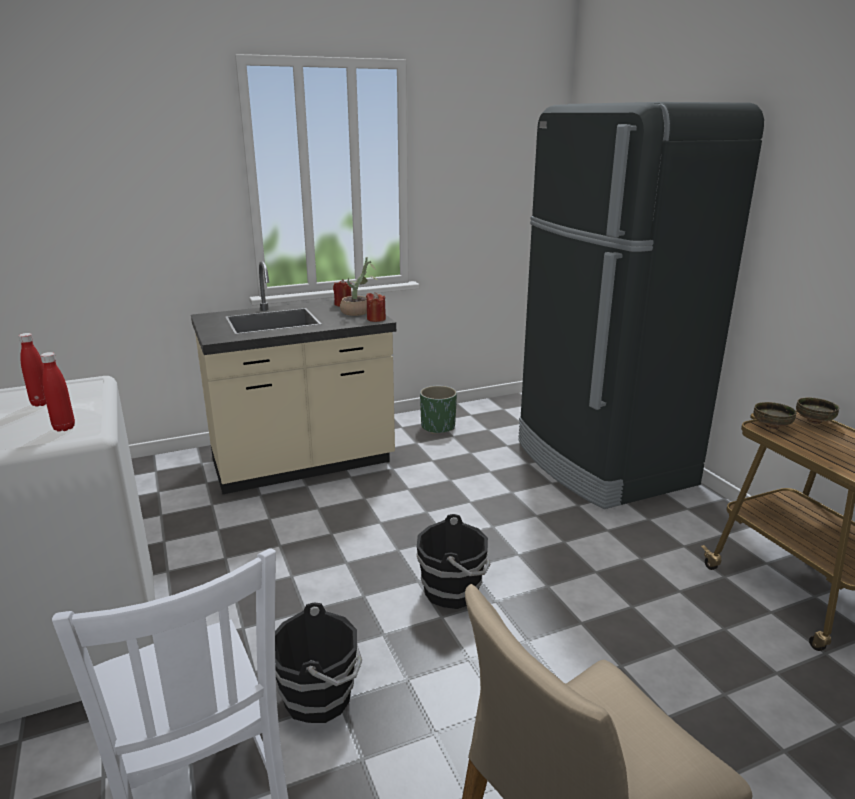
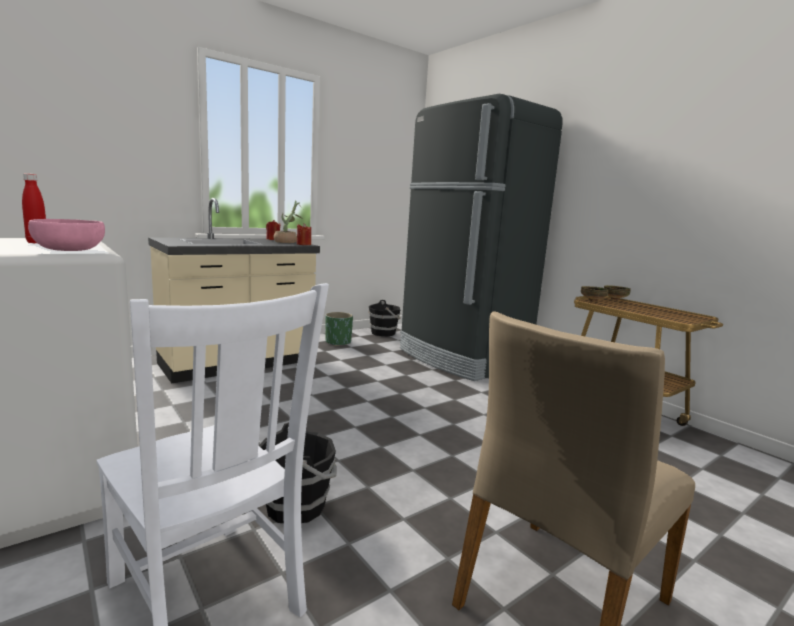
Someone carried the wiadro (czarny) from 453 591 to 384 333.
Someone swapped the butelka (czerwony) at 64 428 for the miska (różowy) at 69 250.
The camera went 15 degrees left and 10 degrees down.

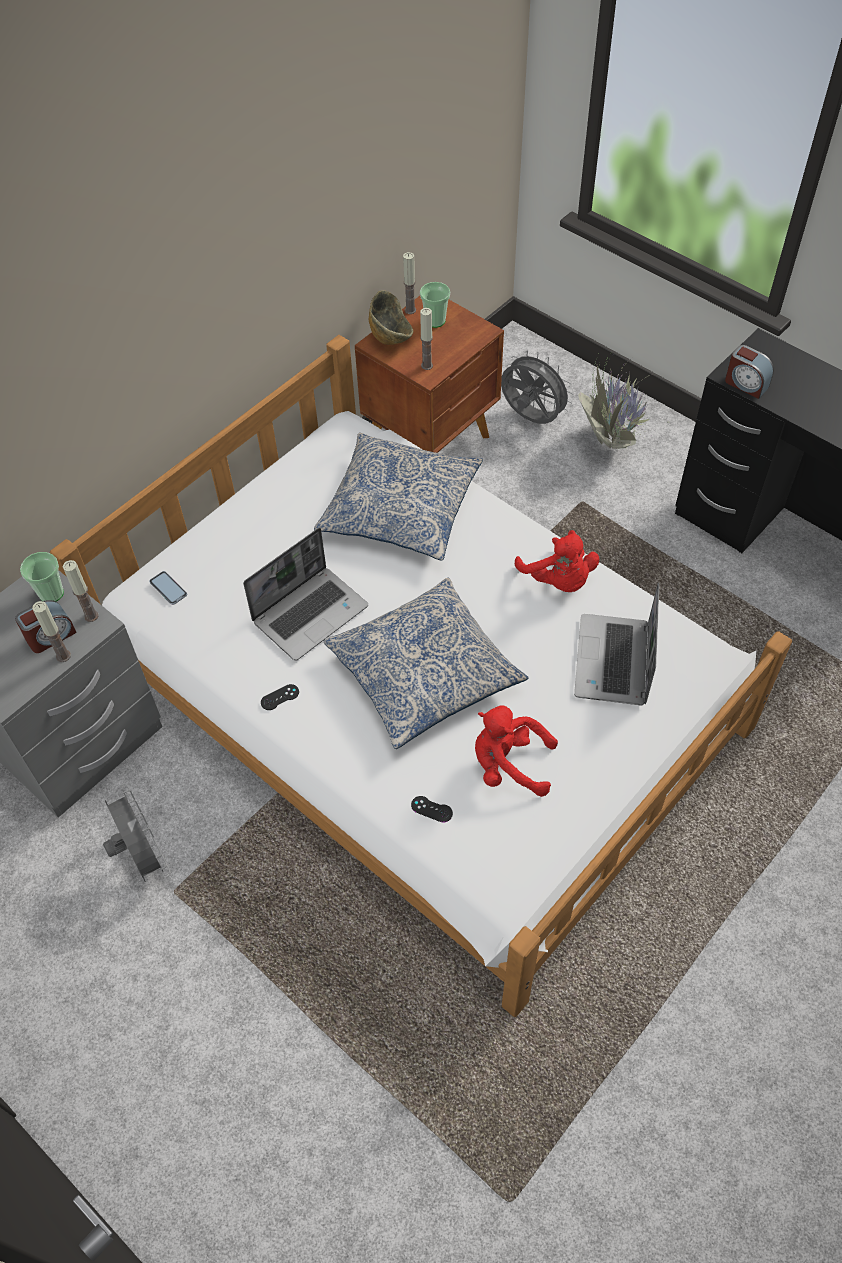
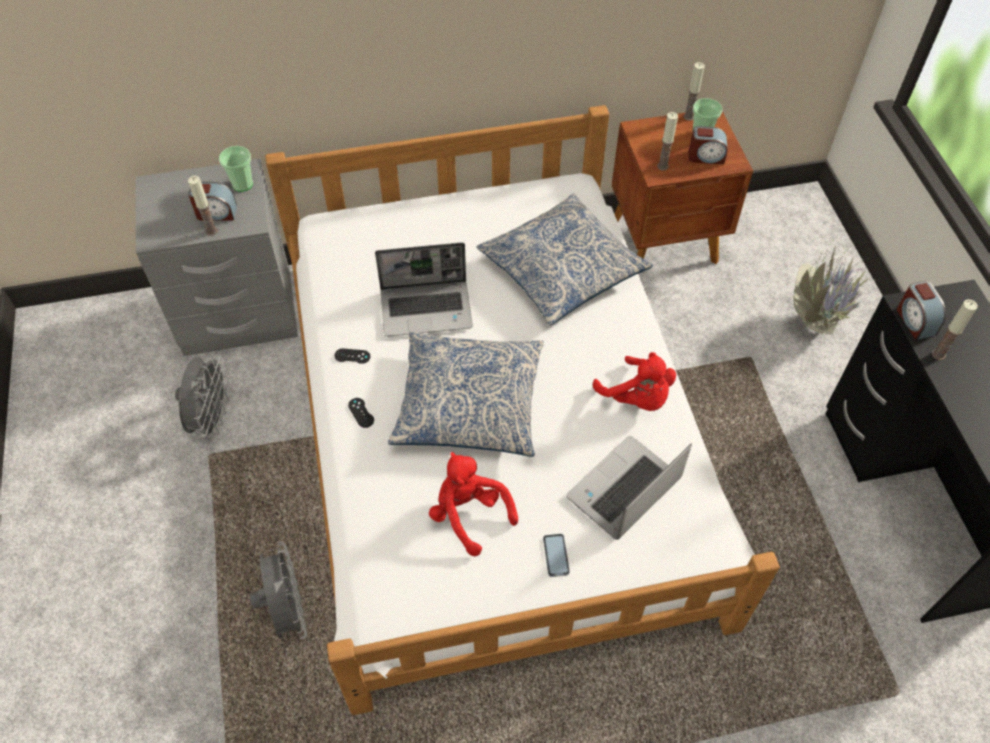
Someone took away the miska at 390 336.
Someone put down the budzik at 706 157.
Someone carried the świeca from 91 616 to 938 354.
Someone carried the telefon from 168 588 to 556 555.
Someone carried the pad do gier (czarny) from 431 809 to 361 413.
Someone carried the wentylator (szary) from 531 418 to 288 611.
Someone rotated the pluszak (czerwony) at 558 580 by 45 degrees counterclockwise.
The camera went 35 degrees right and 0 degrees up.

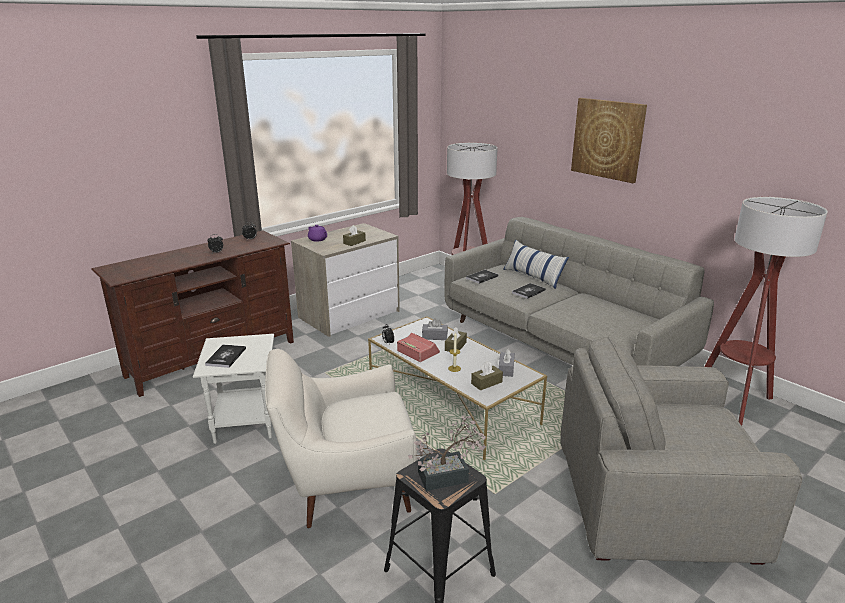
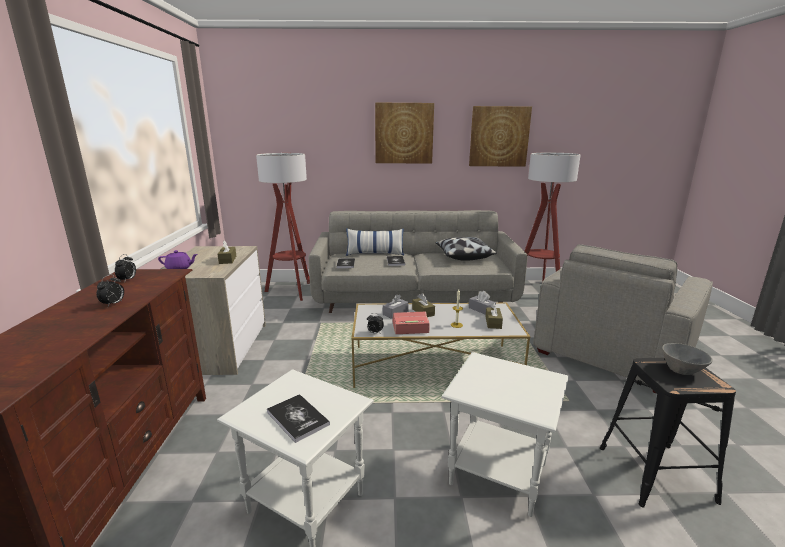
Someone put down the poduszka at 463 256.
Someone put up the obraz at 499 136.
Someone swapped the fotel (biały) at 346 484 for the stolik (biały) at 496 474.
Someone swapped the roślina doniczkowa at 449 476 for the miska (szary) at 683 371.
The camera went 50 degrees left and 5 degrees down.

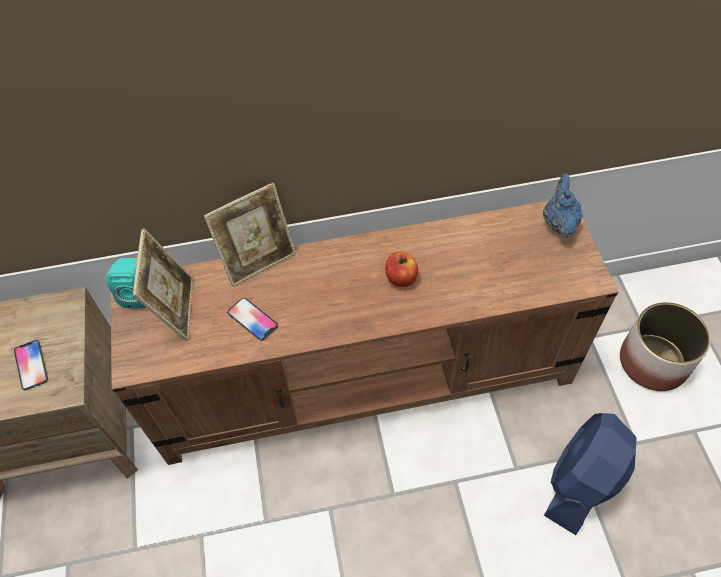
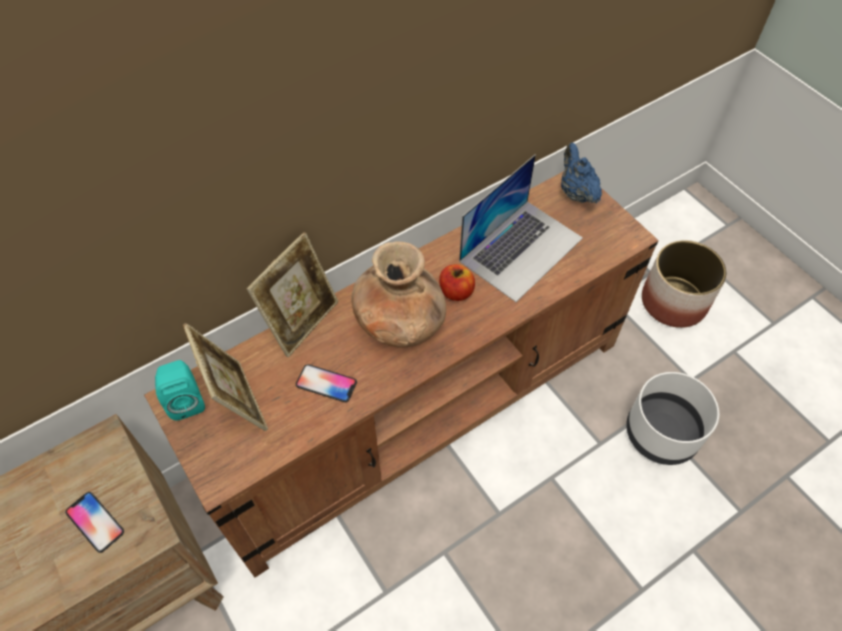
Someone put down the wazon (brązowy) at 400 325.
Someone put down the laptop at 521 249.
Someone swapped the wentylator (niebieski) at 581 482 for the donica (biały) at 662 434.
The camera went 25 degrees left and 0 degrees up.

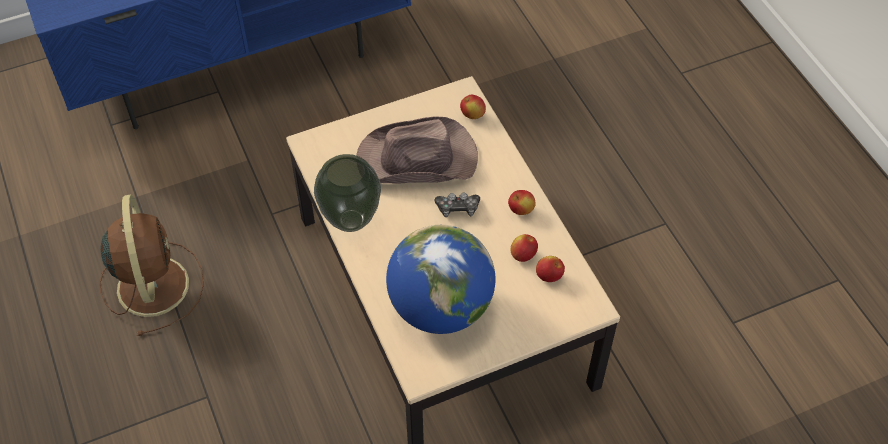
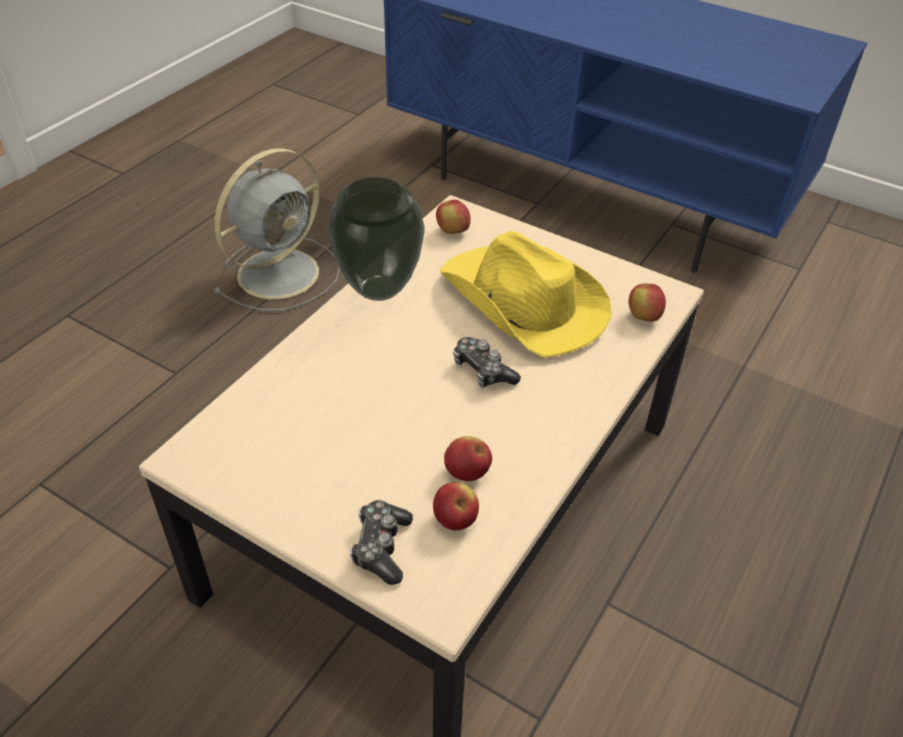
Someone took away the globus at 441 307.
Someone put down the pad do gier at 381 547.
Someone carried the jabłko from 521 210 to 452 231.
Someone repainted the wentylator (brązowy) at 152 283, which became the wentylator (szary) at 281 272.
Someone repainted the kapelusz (brązowy) at 418 159, which became the kapelusz (żółty) at 523 302.
The camera went 55 degrees right and 10 degrees down.

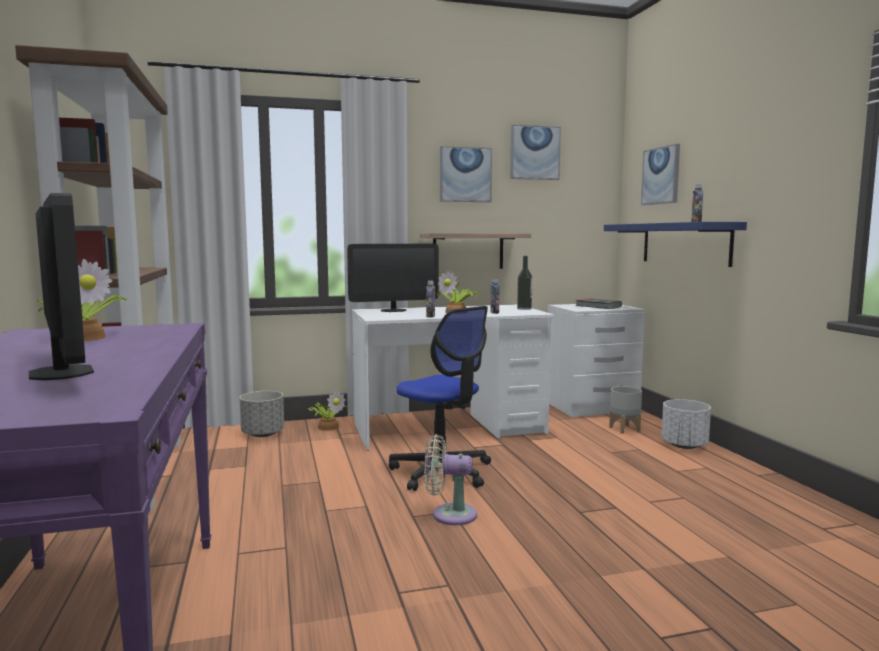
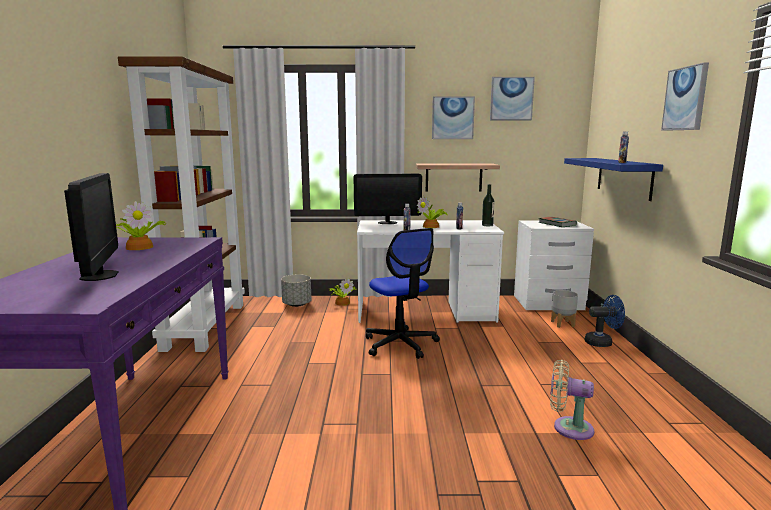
Someone carried the wentylator (beżowy) from 449 515 to 568 428.
Someone carried the obraz from 661 175 to 685 98.
Someone swapped the donica (biały) at 684 445 for the wentylator (niebieski) at 602 342.
The camera went 15 degrees right and 5 degrees up.

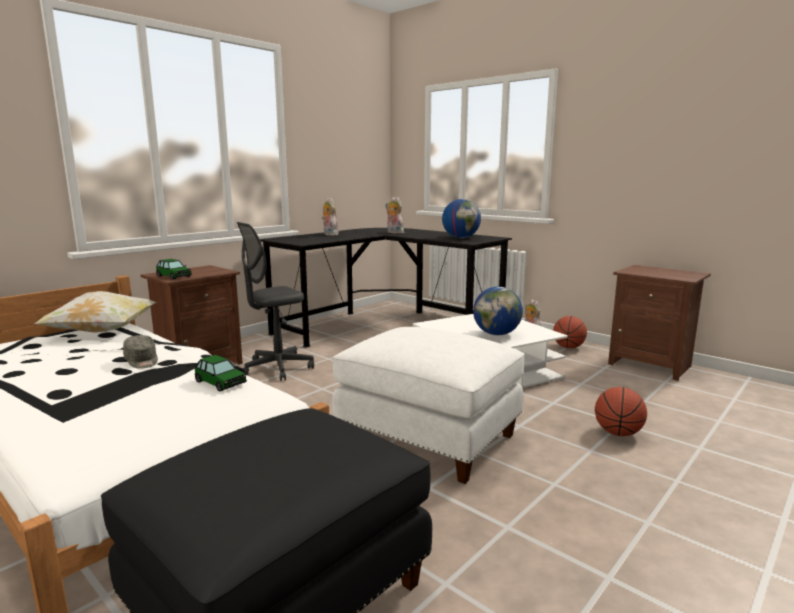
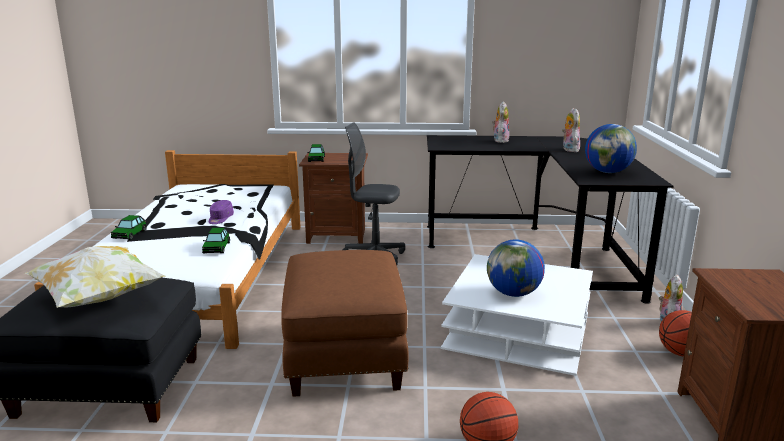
Someone put down the samochodzik at 129 234.
Someone carried the poduszka from 102 332 to 99 298.
Someone repainted the czapka z daszkiem (szary) at 142 361, which became the czapka z daszkiem (fioletowy) at 220 219.
Someone repainted the pufa (biały) at 429 437, which became the pufa (brązowy) at 346 356.
The camera went 50 degrees right and 5 degrees up.

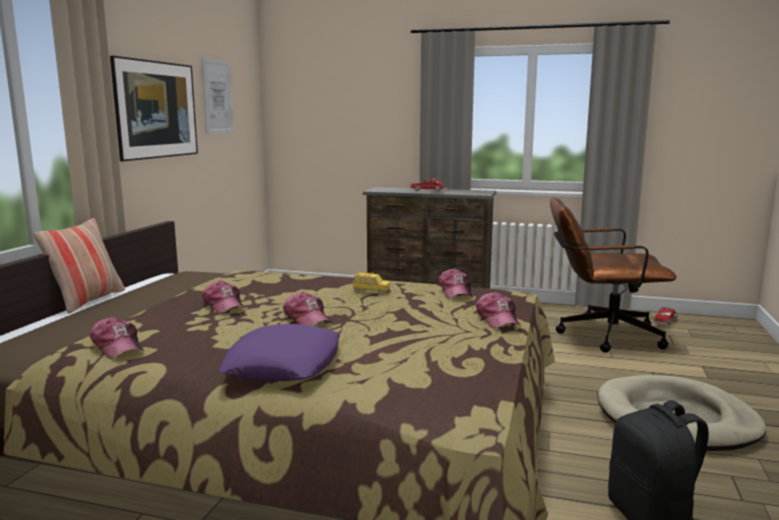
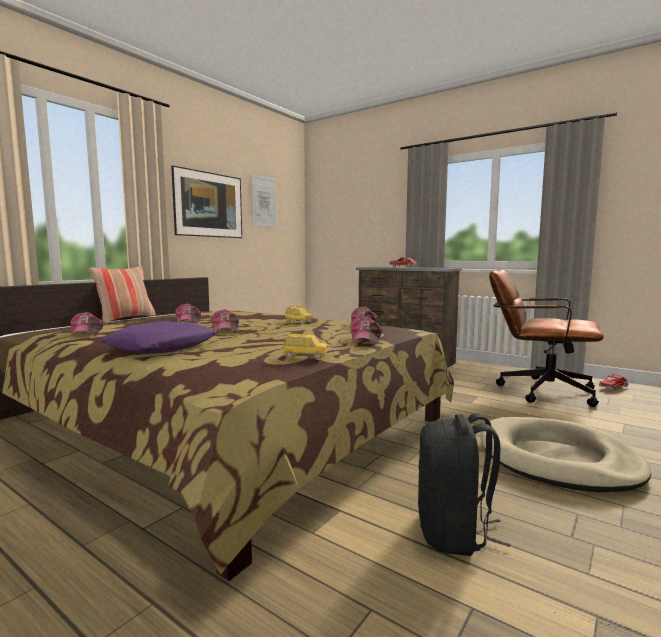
Someone put down the samochodzik (żółty) at 305 357.
The camera went 20 degrees right and 5 degrees down.

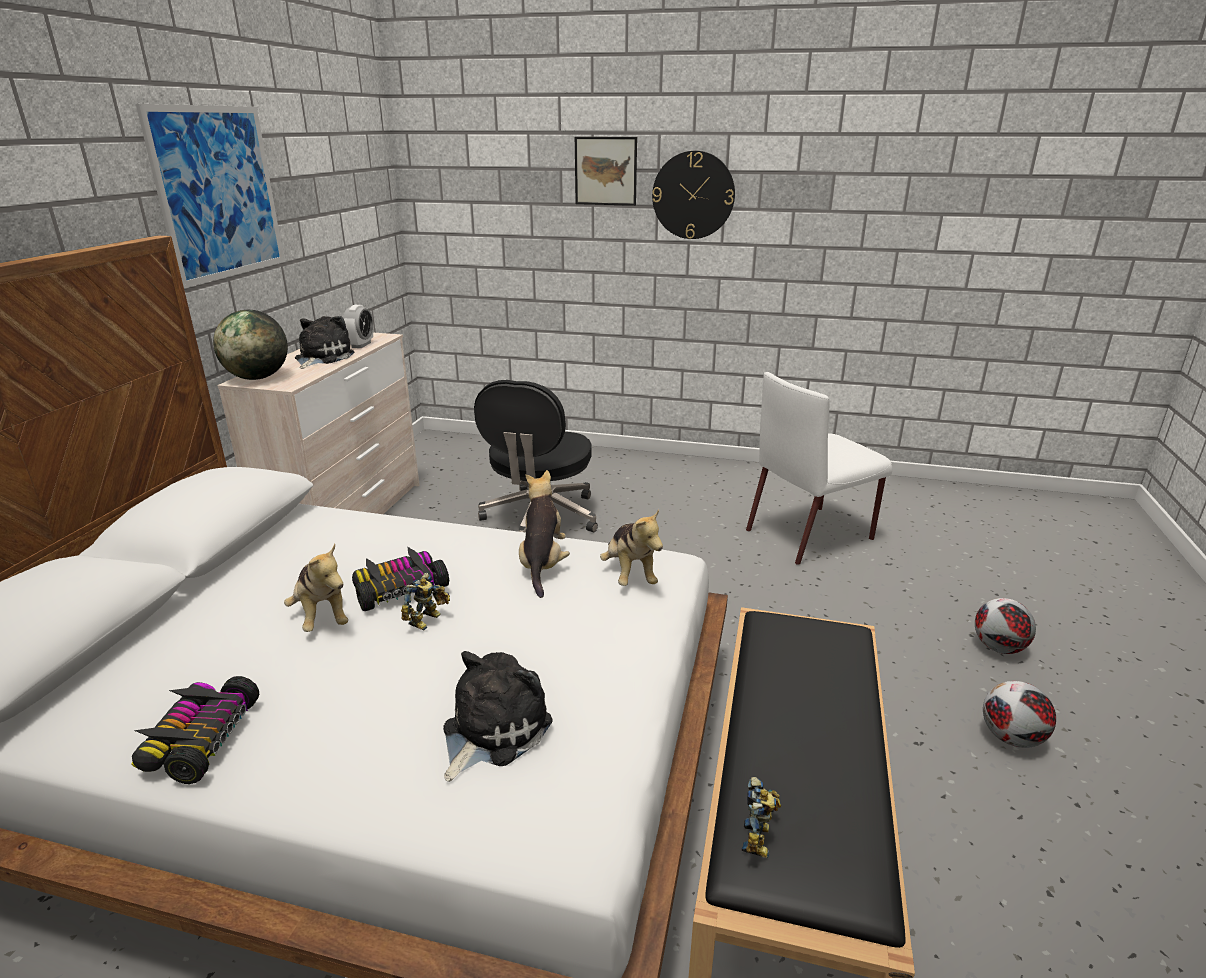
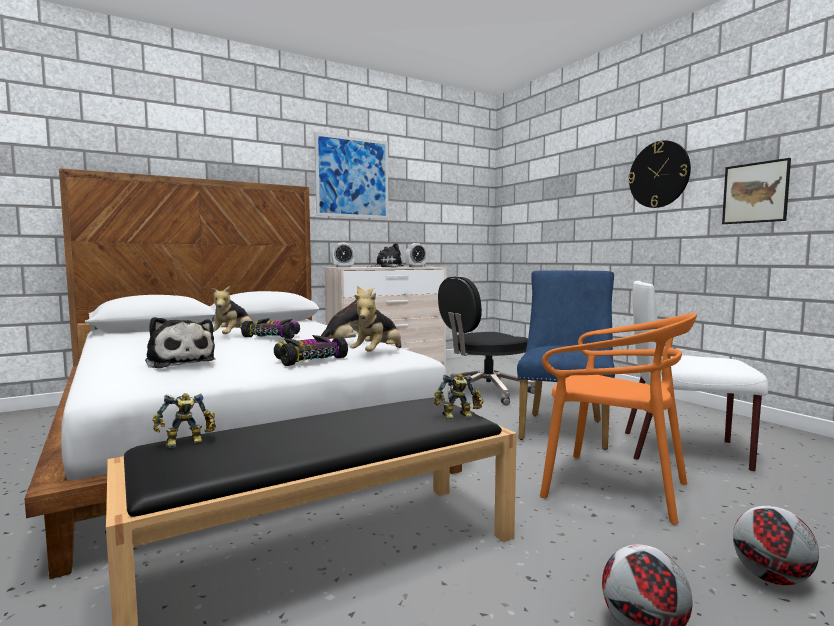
Someone put down the krzesło (niebieski) at 565 428.
Someone put down the krzesło (pomarańczowy) at 613 487.
Someone carried the samochodzik from 198 739 to 309 359.
Someone carried the robot zabawkowy from 428 620 to 459 416.
Someone carried the obraz from 605 171 to 755 193.
Someone swapped the globus at 258 378 for the budzik at 343 267.
Someone rotated the pluszak at 491 730 by 60 degrees clockwise.
The camera went 45 degrees right and 20 degrees down.

